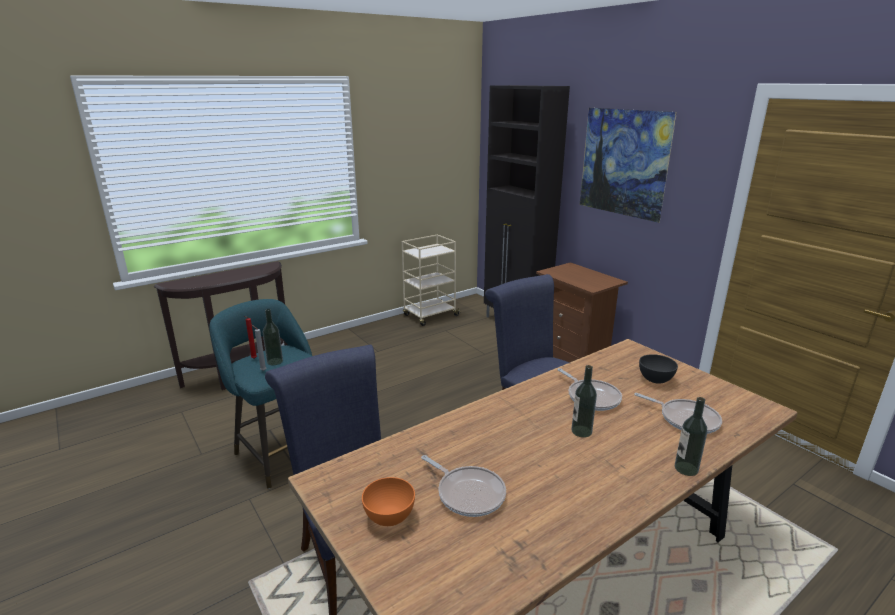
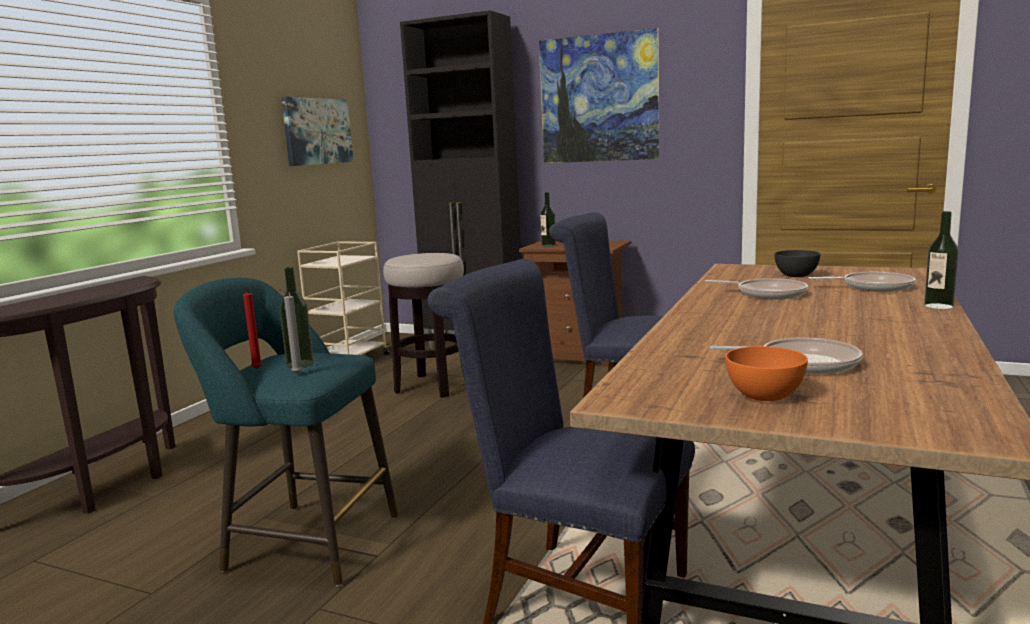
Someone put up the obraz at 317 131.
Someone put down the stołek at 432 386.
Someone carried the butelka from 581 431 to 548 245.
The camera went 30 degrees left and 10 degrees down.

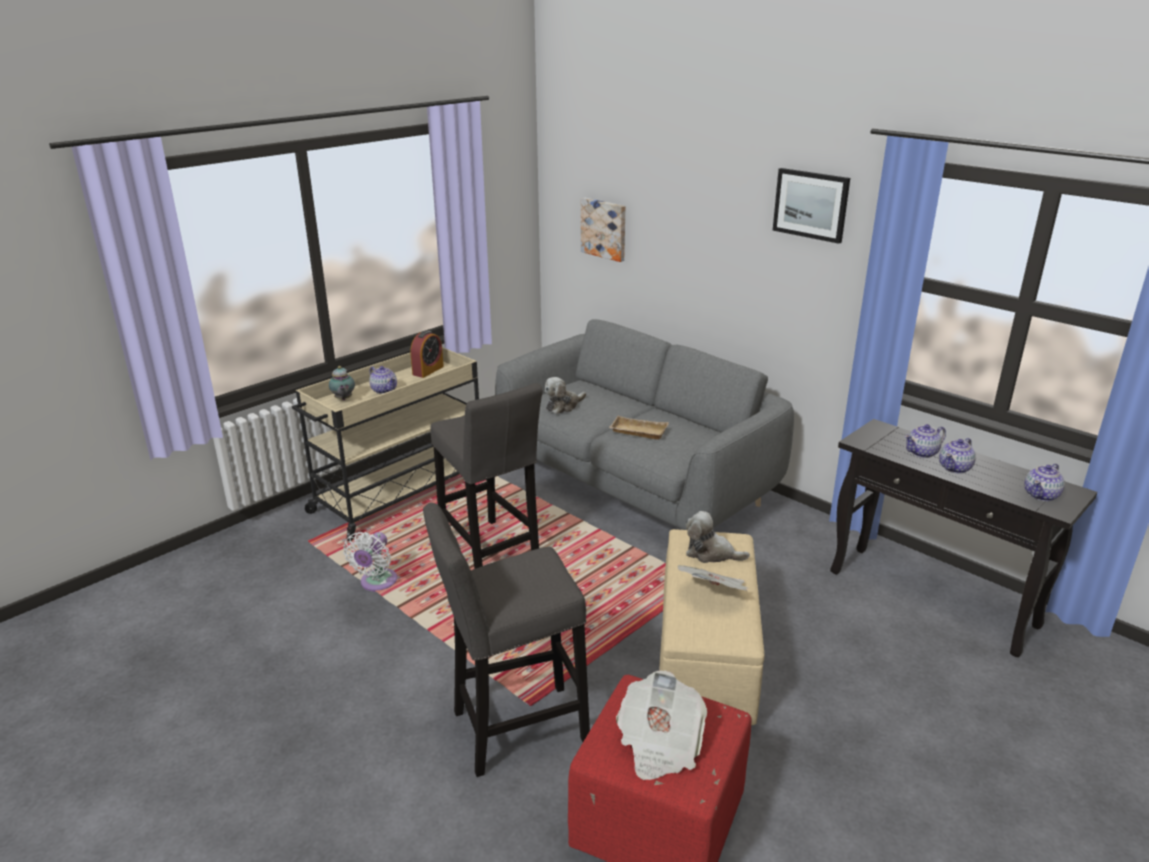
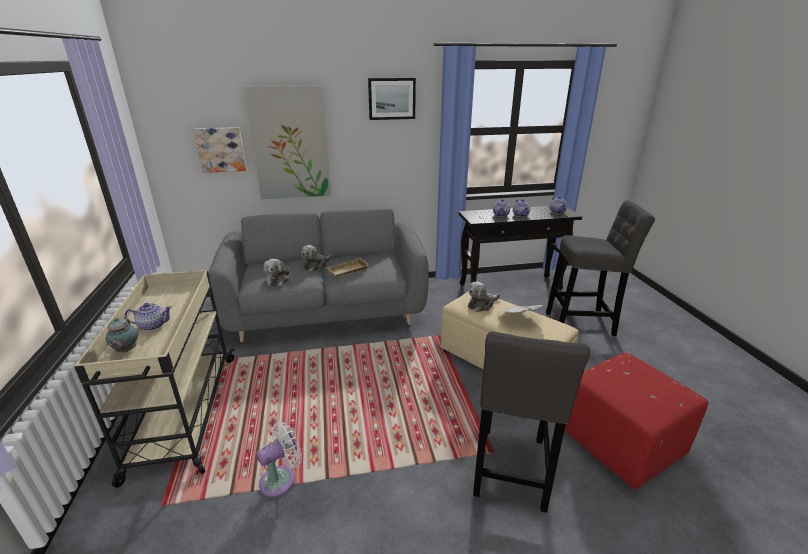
Someone took away the budzik at 428 370.
Someone took away the gazeta at 659 744.
Someone put up the obraz at 290 143.
Someone put down the pluszak at 316 265.
Someone carried the stołek (szary) from 490 553 to 583 324.
Someone rotated the imbryk at 343 399 by 60 degrees clockwise.
Someone rotated the wentylator (biały) at 377 583 by 90 degrees counterclockwise.
The camera went 55 degrees left and 0 degrees up.

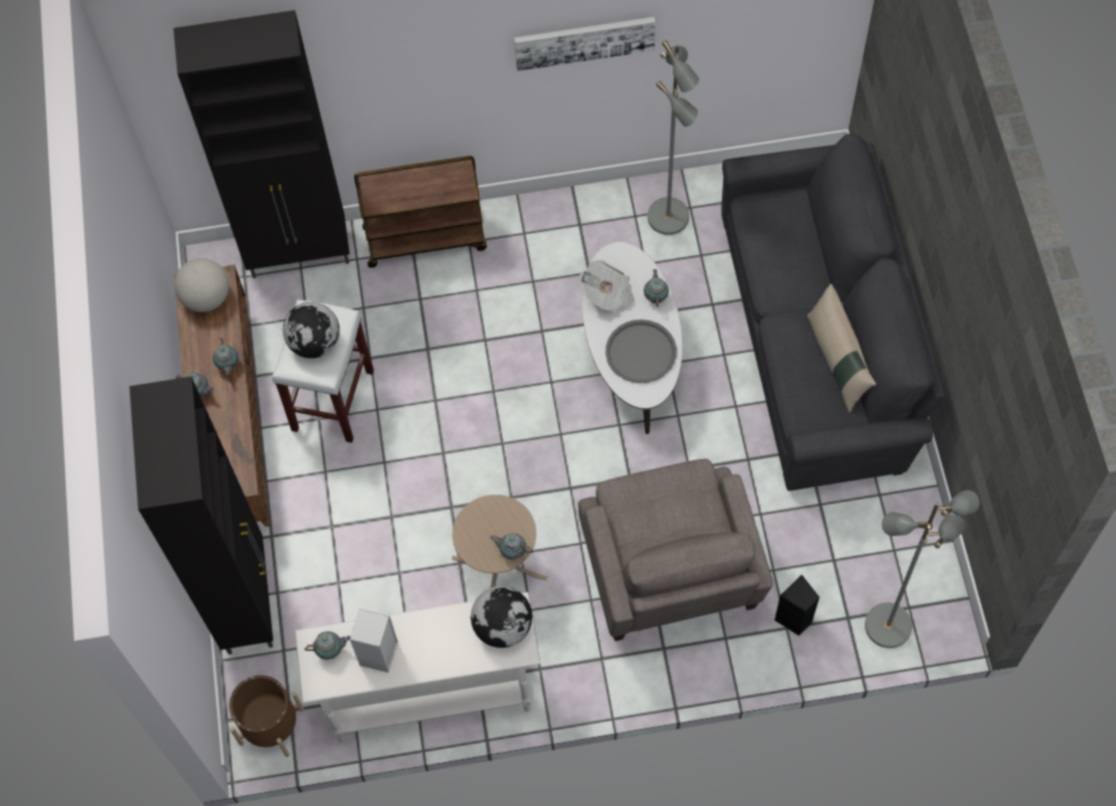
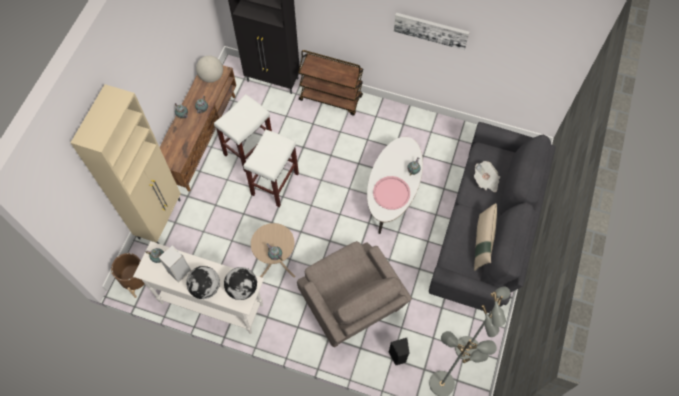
Someone put down the stołek (biały) at 275 183.
Someone carried the globus from 315 343 to 205 288.
Someone carried the gazeta from 609 295 to 486 181.
Someone carried the lampa stojąca (szary) from 669 217 to 468 349.
Someone repainted the szafka (czarny) at 246 599, which became the szafka (beżowy) at 160 218.
Someone repainted the taca (szary) at 641 352, which became the taca (różowy) at 391 193.
Someone rotated the fotel (beżowy) at 670 575 by 45 degrees counterclockwise.
The camera went 25 degrees right and 0 degrees up.

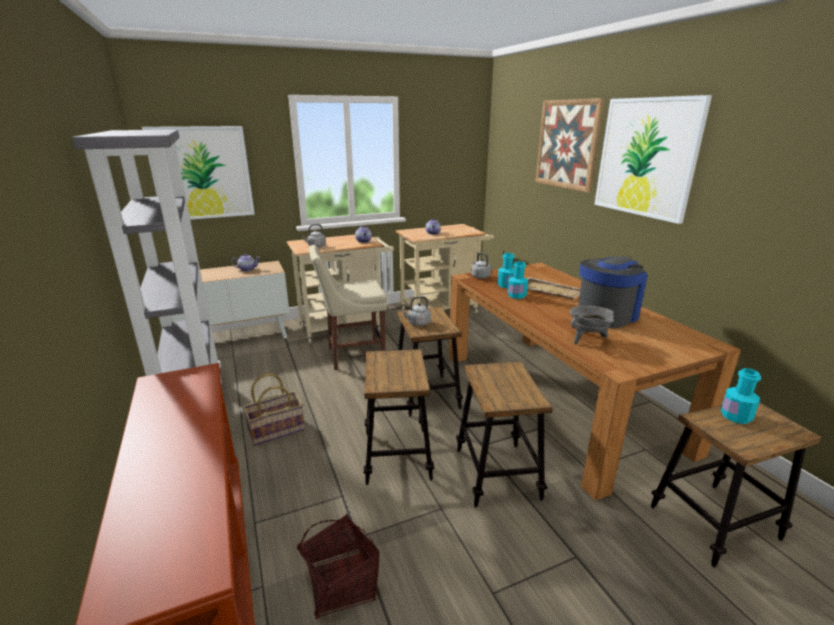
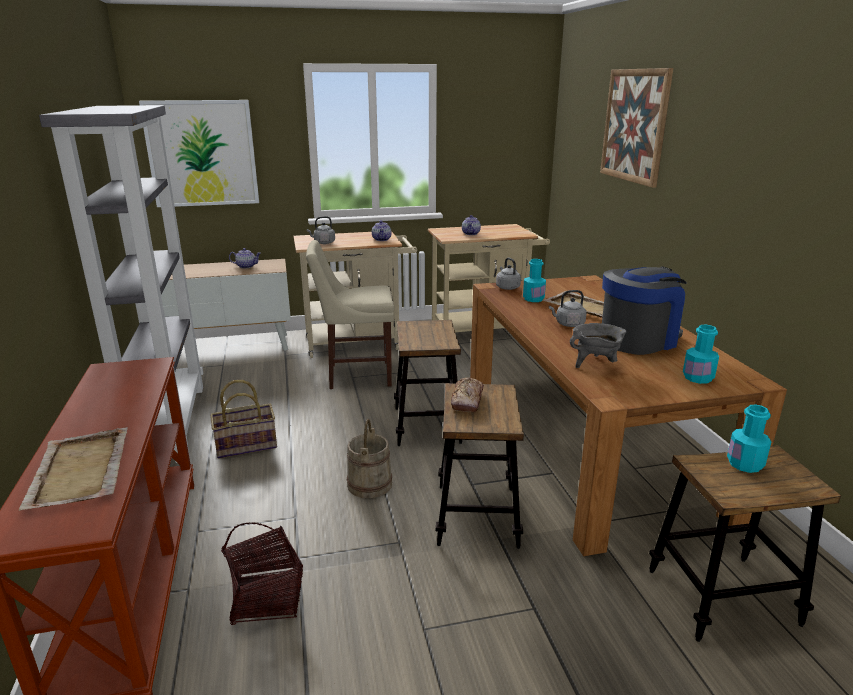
Someone took away the obraz at 646 157.
Someone put down the taca (beżowy) at 79 472.
Someone put down the chleb at 467 400.
Someone carried the czajnik (szary) from 417 323 to 568 324.
Someone carried the butelka (turkusowy) from 516 295 to 698 378.
Someone swapped the stołek at 397 455 for the wiadro (beżowy) at 369 484.
The camera went 10 degrees right and 0 degrees up.

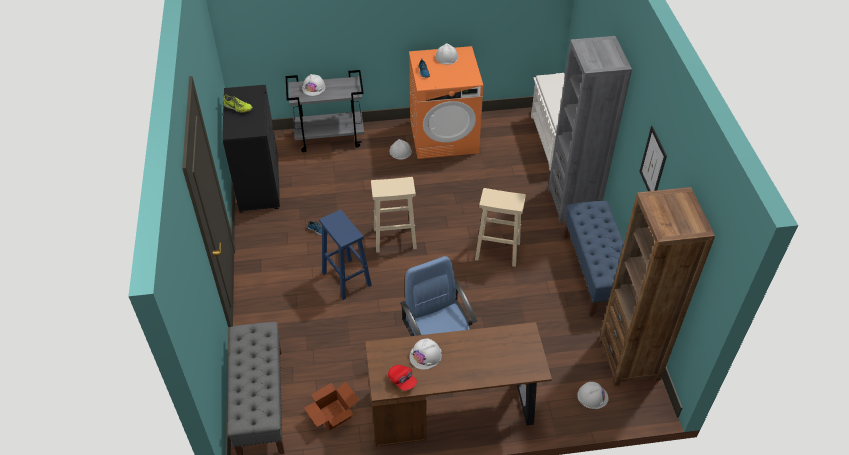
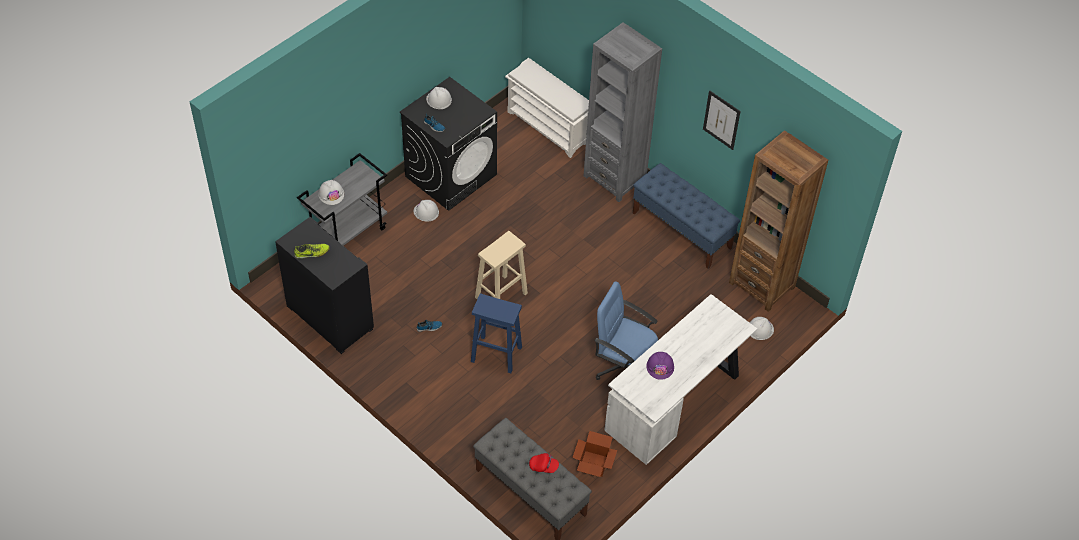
Someone took away the stołek (beżowy) at 496 251.
Someone carried the czapka z daszkiem (czerwony) from 402 381 to 543 467.
Someone repainted the biurko (brązowy) at 454 410, which became the biurko (biały) at 676 402.
Someone repainted the pralka (pomarańczowy) at 444 136, which became the pralka (czarny) at 451 175.
Someone repainted the kask (biały) at 425 355, which became the kask (fioletowy) at 660 366.
The camera went 40 degrees left and 5 degrees up.

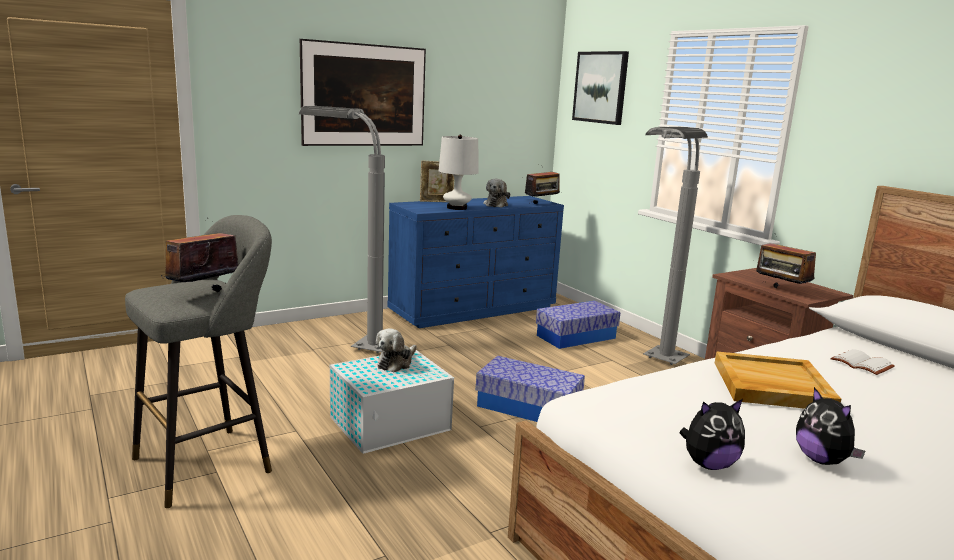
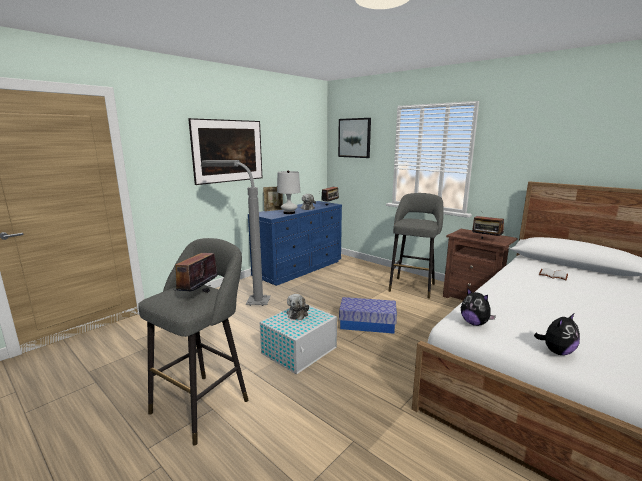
Someone took away the pojemnik do przechowywania at 576 337.
Someone took away the taca (beżowy) at 771 386.
Someone carried the pluszak from 822 460 to 474 323.
Someone swapped the lampa stojąca (szary) at 655 365 for the stołek (szary) at 412 286.
The camera went 15 degrees left and 0 degrees up.

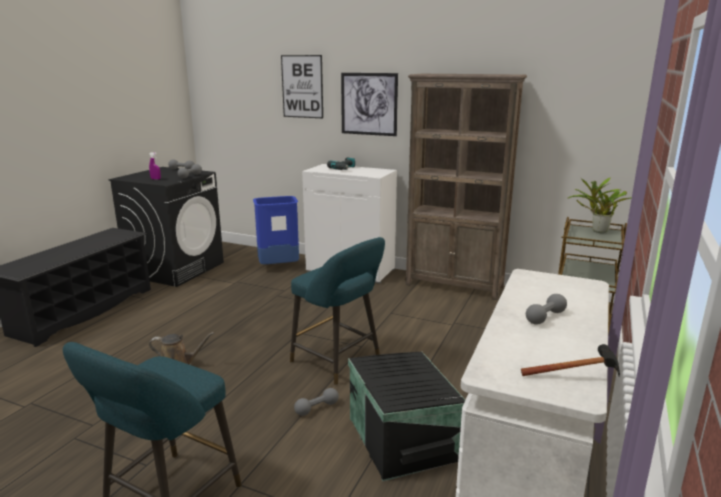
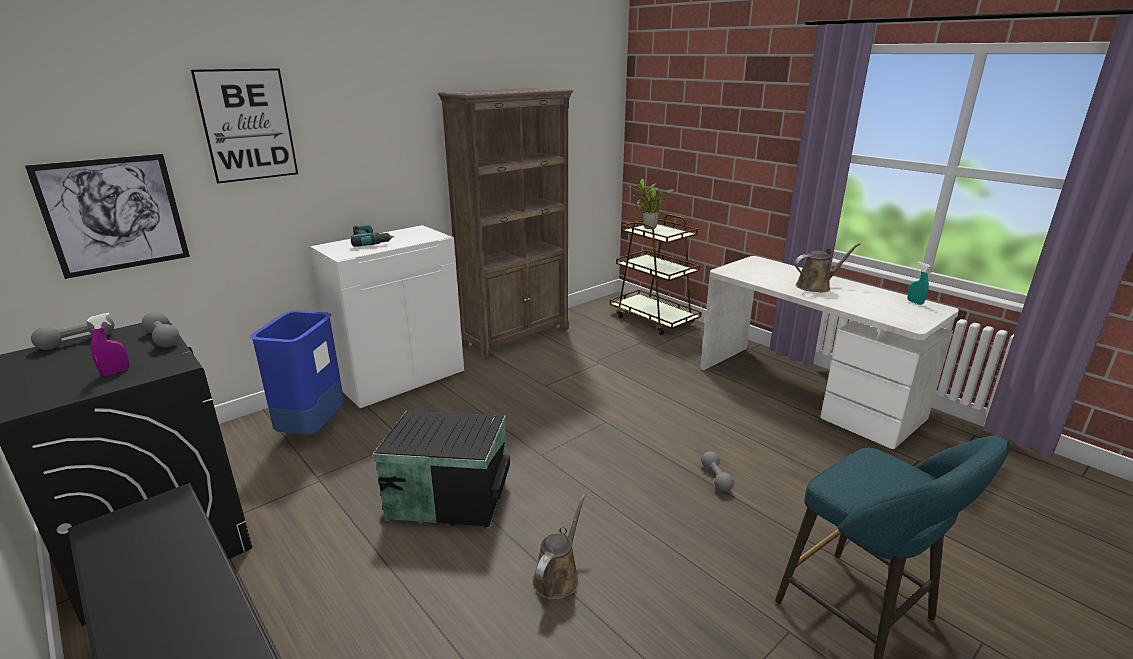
Someone took away the stołek (turkusowy) at 339 362.
Someone carried the obraz from 369 104 to 114 214.
Someone carried the pojemnik do przechowywania (czarny) from 404 437 to 448 493.
Someone swapped the młotek at 579 379 for the spryskiwacz (turkusowy) at 915 302.
Someone swapped the hantel (szary) at 545 317 for the konewka (brązowy) at 816 286.
The camera went 65 degrees left and 5 degrees up.

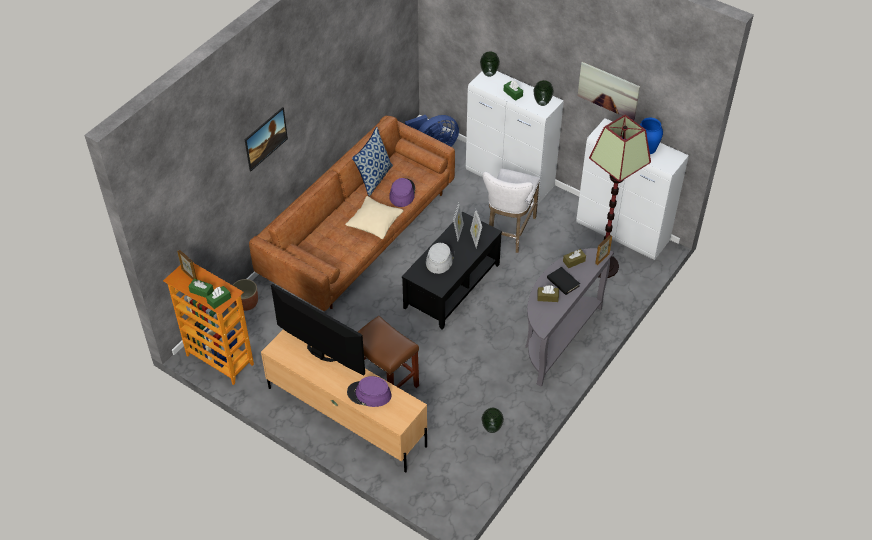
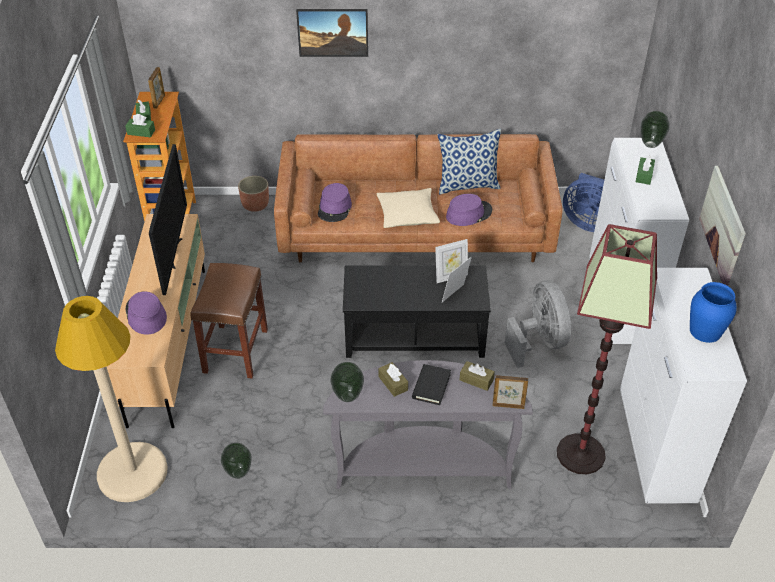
Someone took away the kapelusz (szary) at 439 258.
Someone put down the lampa stojąca (beżowy) at 132 472.
Someone put down the kapelusz (fioletowy) at 335 208.
Someone carried the wazon from 542 103 to 347 397.
Someone swapped the stołek (biały) at 509 233 for the wentylator (szary) at 539 342.
The camera went 55 degrees right and 5 degrees down.

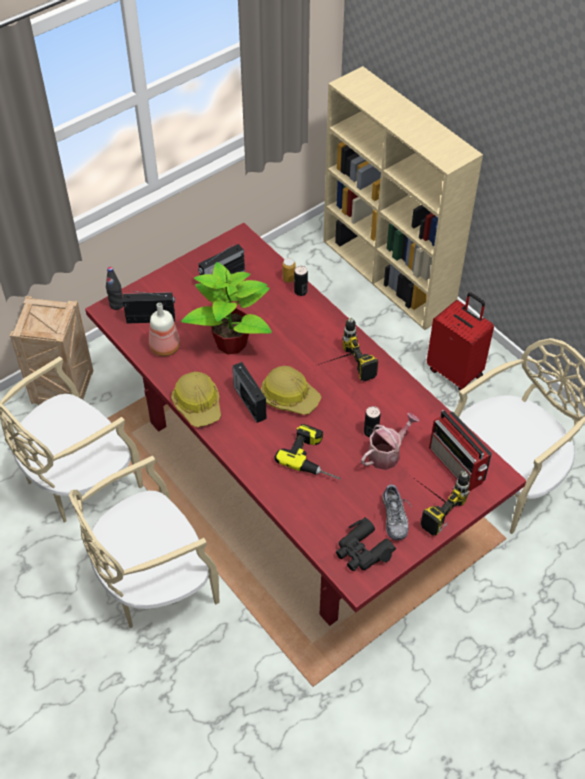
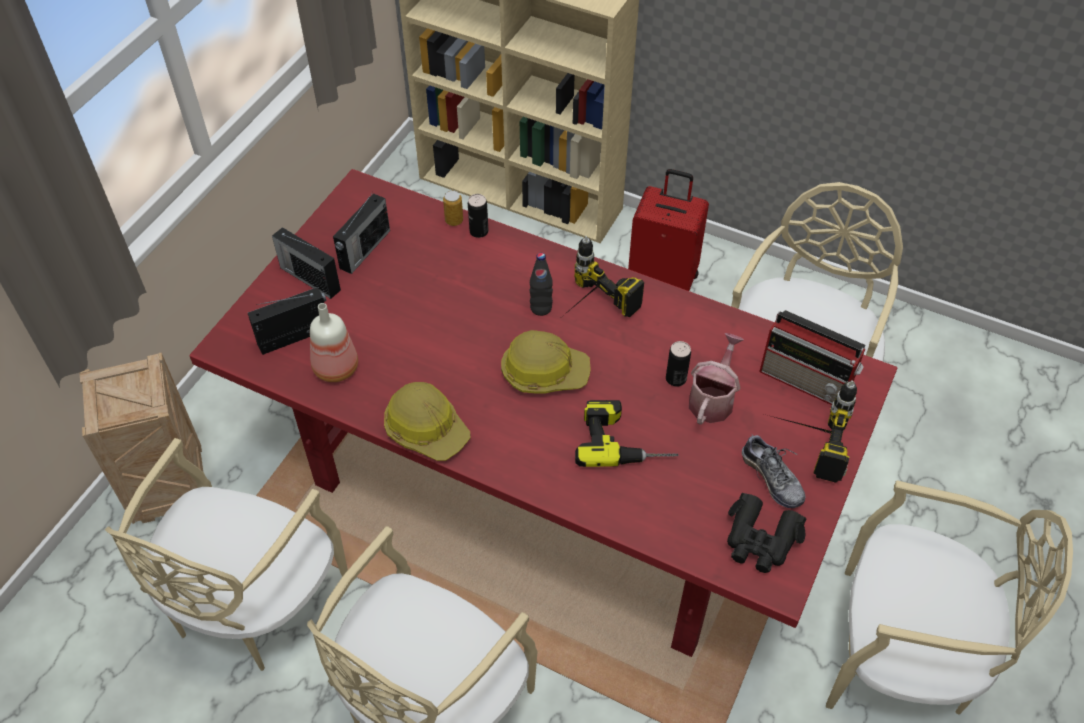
Someone took away the roślina doniczkowa at 232 343.
Someone put down the krzesło (beżowy) at 902 654.
Someone carried the butelka (czarny) from 116 305 to 541 308.
Someone carried the radio from 249 401 to 309 278.
The camera went 25 degrees left and 0 degrees up.

